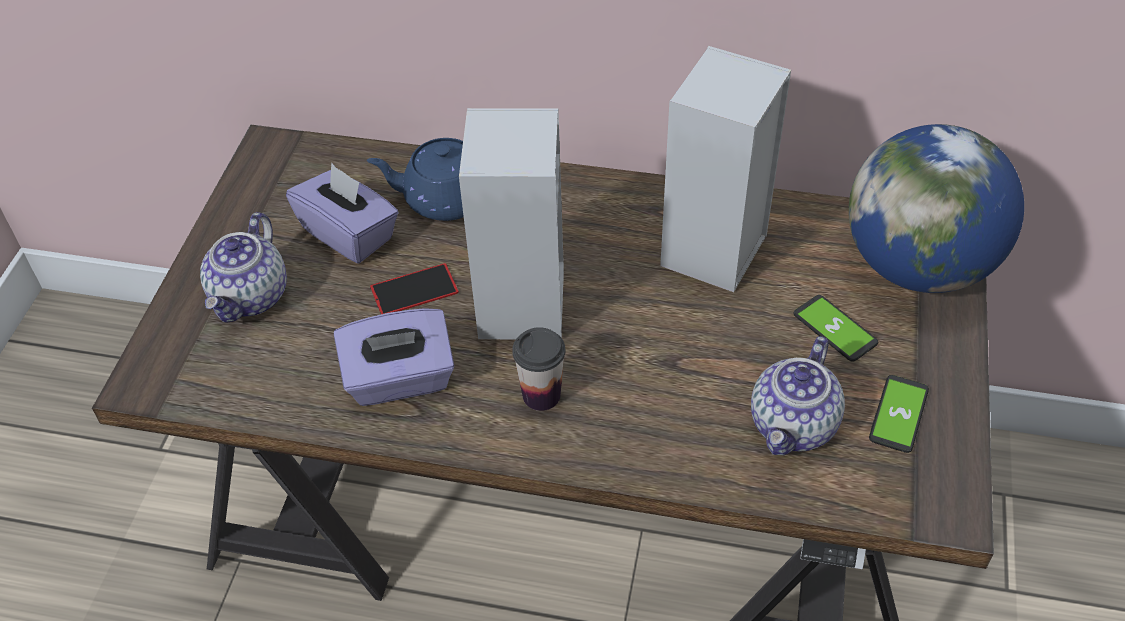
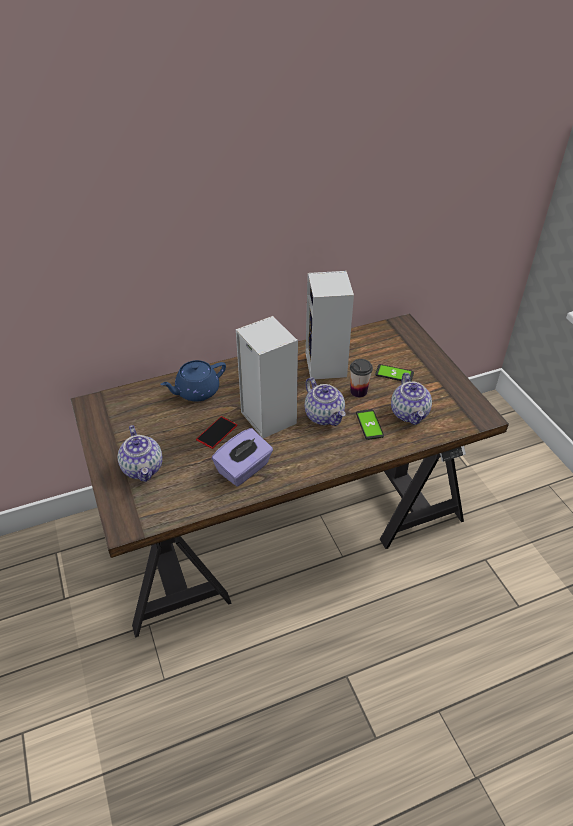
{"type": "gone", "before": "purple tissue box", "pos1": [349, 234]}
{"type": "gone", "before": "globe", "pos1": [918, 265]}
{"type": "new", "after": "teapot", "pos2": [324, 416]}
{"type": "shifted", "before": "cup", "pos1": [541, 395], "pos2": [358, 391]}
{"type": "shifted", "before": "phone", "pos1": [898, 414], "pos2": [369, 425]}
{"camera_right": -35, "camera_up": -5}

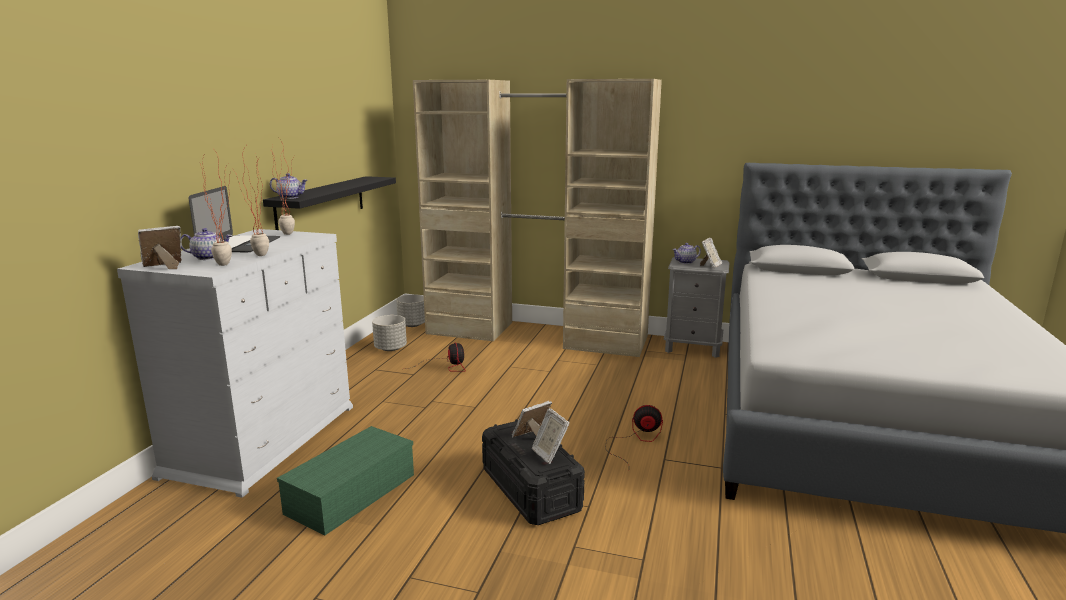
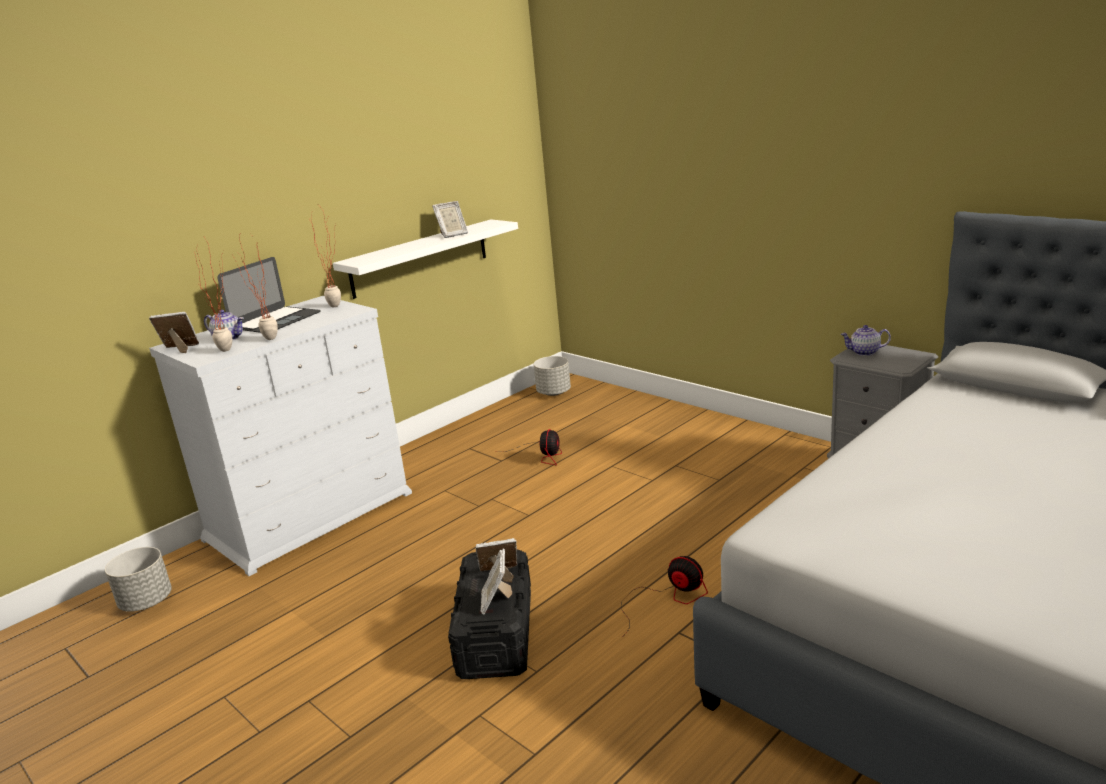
{"type": "gone", "before": "teapot", "pos1": [290, 197]}
{"type": "gone", "before": "green storage box", "pos1": [351, 492]}
{"type": "gone", "before": "beige wardrobe", "pos1": [537, 335]}
{"type": "shifted", "before": "grey planter", "pos1": [391, 348], "pos2": [147, 602]}
{"type": "shifted", "before": "picture frame", "pos1": [710, 266], "pos2": [452, 235]}
{"type": "repainted", "before": "black shelf", "after": "white shelf", "pos1": [321, 203], "pos2": [420, 258]}
{"camera_right": 30, "camera_up": 5}

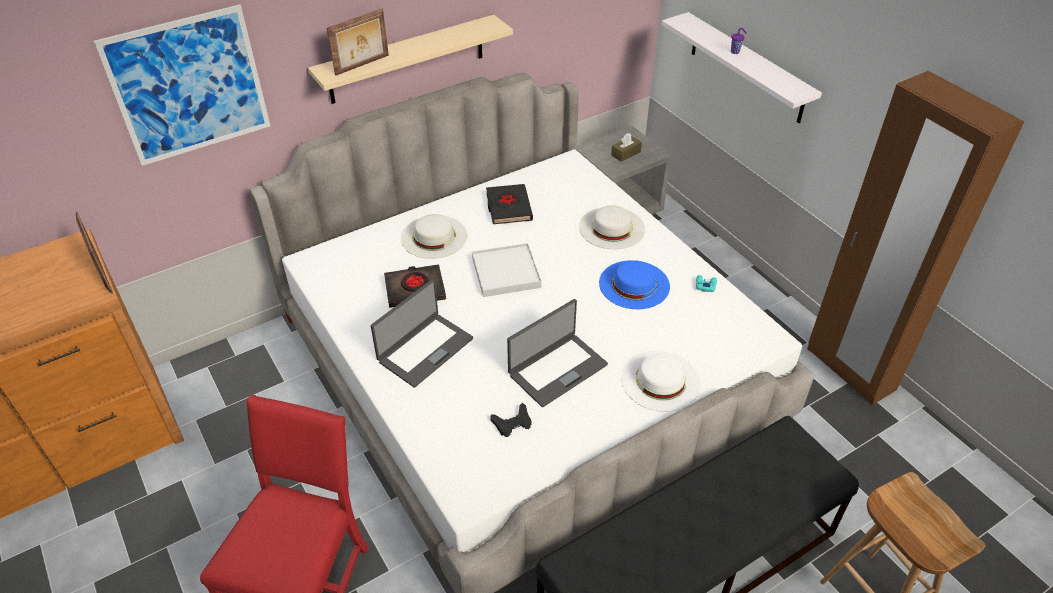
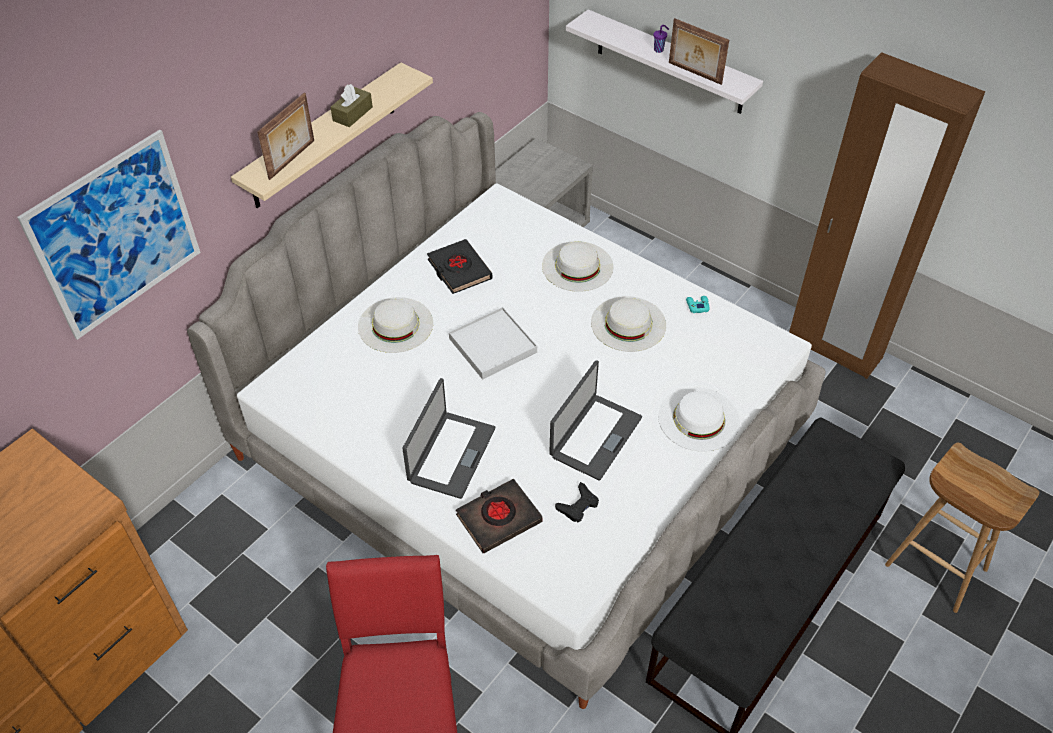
{"type": "shifted", "before": "picture frame", "pos1": [102, 273], "pos2": [694, 73]}
{"type": "shifted", "before": "black book", "pos1": [415, 289], "pos2": [498, 518]}
{"type": "shifted", "before": "brown tissue box", "pos1": [625, 153], "pos2": [352, 114]}
{"type": "repainted", "before": "blue hat", "after": "white hat", "pos1": [634, 284], "pos2": [628, 323]}
{"camera_right": -20, "camera_up": 5}

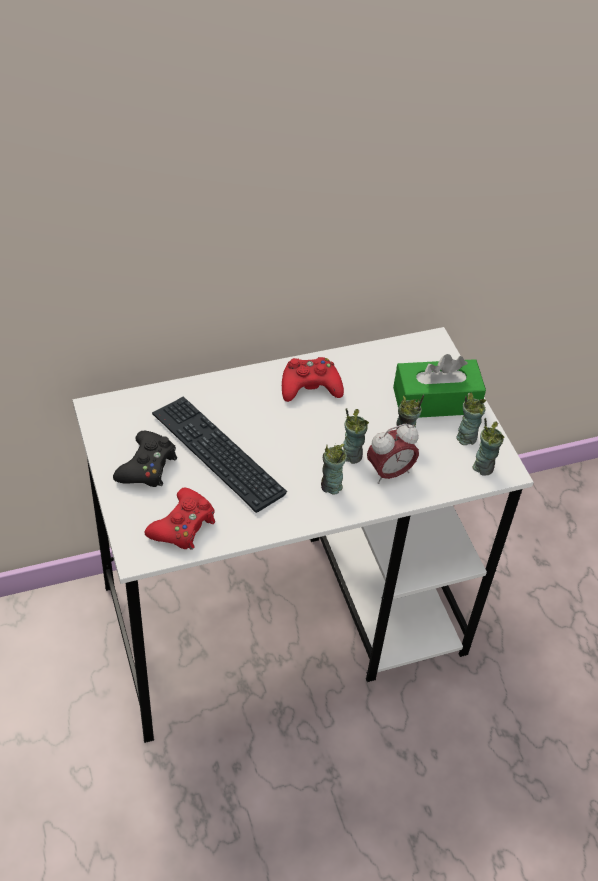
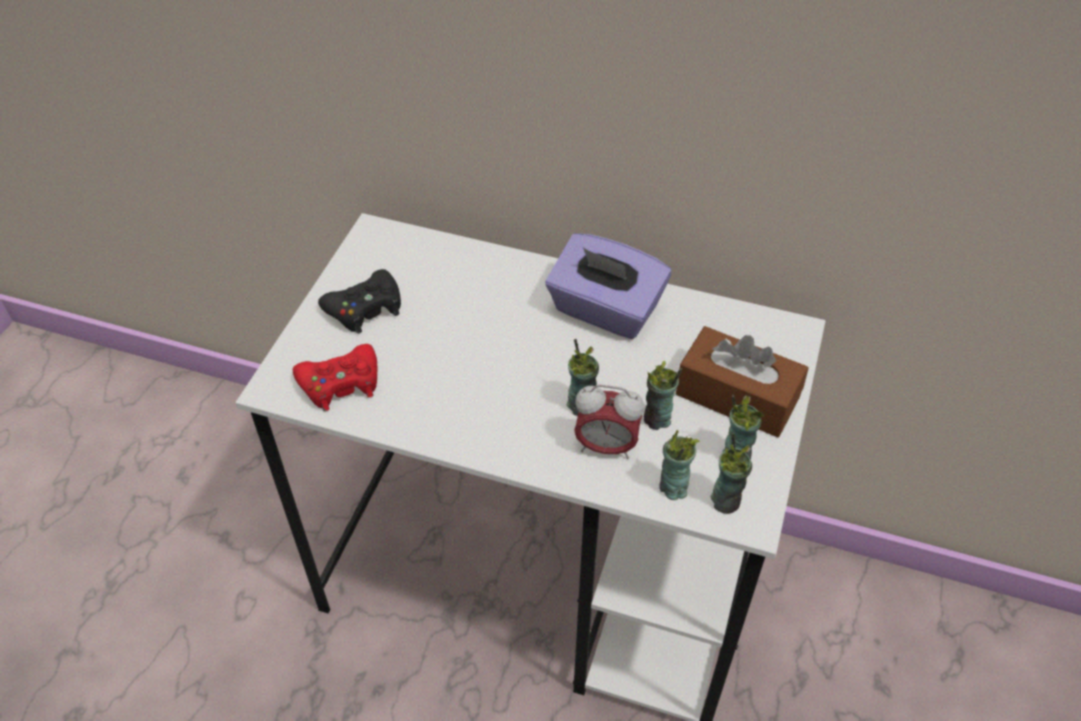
{"type": "gone", "before": "keyboard", "pos1": [217, 454]}
{"type": "shifted", "before": "cup", "pos1": [331, 486], "pos2": [673, 487]}
{"type": "swapped", "before": "red game controller", "after": "purple tissue box", "pos1": [310, 386], "pos2": [605, 311]}
{"type": "repainted", "before": "green tissue box", "after": "brown tissue box", "pos1": [436, 400], "pos2": [737, 396]}
{"camera_right": 40, "camera_up": 0}

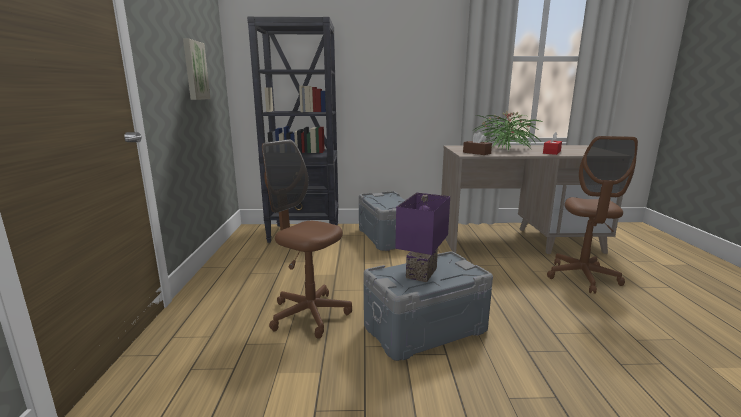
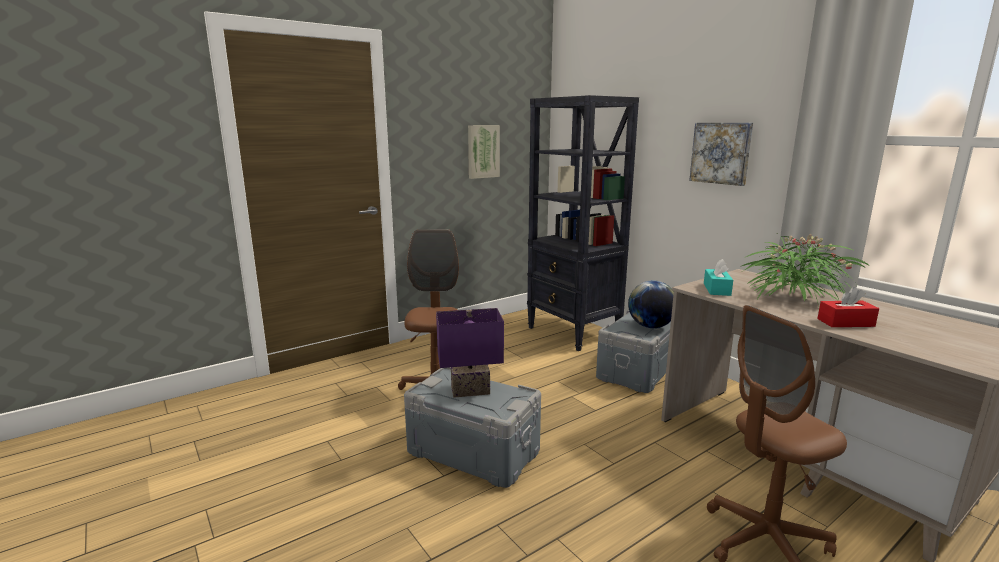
{"type": "new", "after": "globe", "pos2": [650, 326]}
{"type": "new", "after": "picture", "pos2": [721, 153]}
{"type": "repainted", "before": "brown tissue box", "after": "turquoise tissue box", "pos1": [476, 153], "pos2": [716, 289]}
{"camera_right": 55, "camera_up": 0}

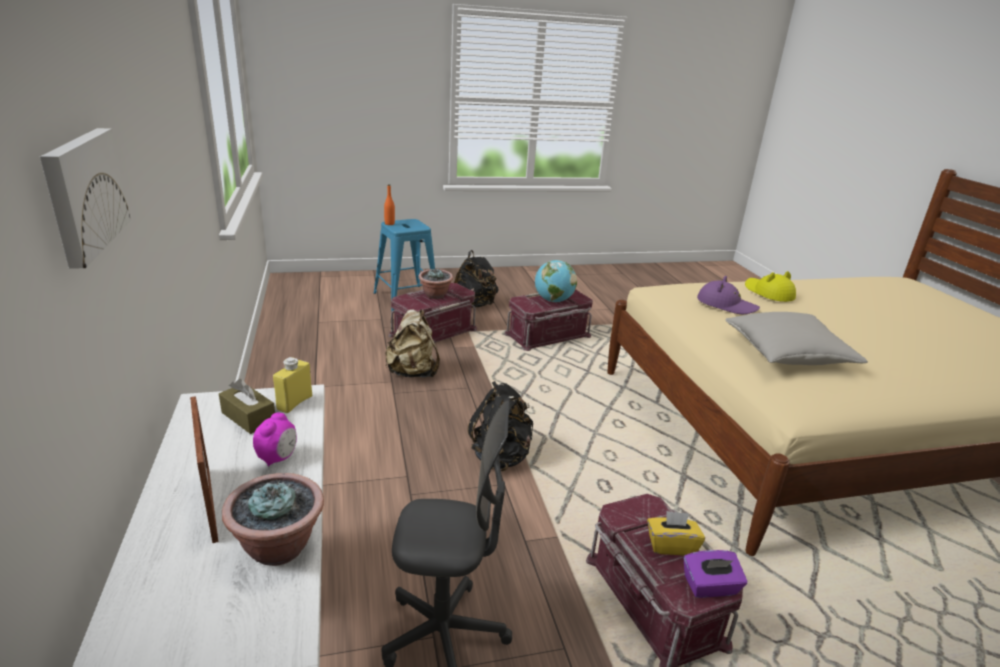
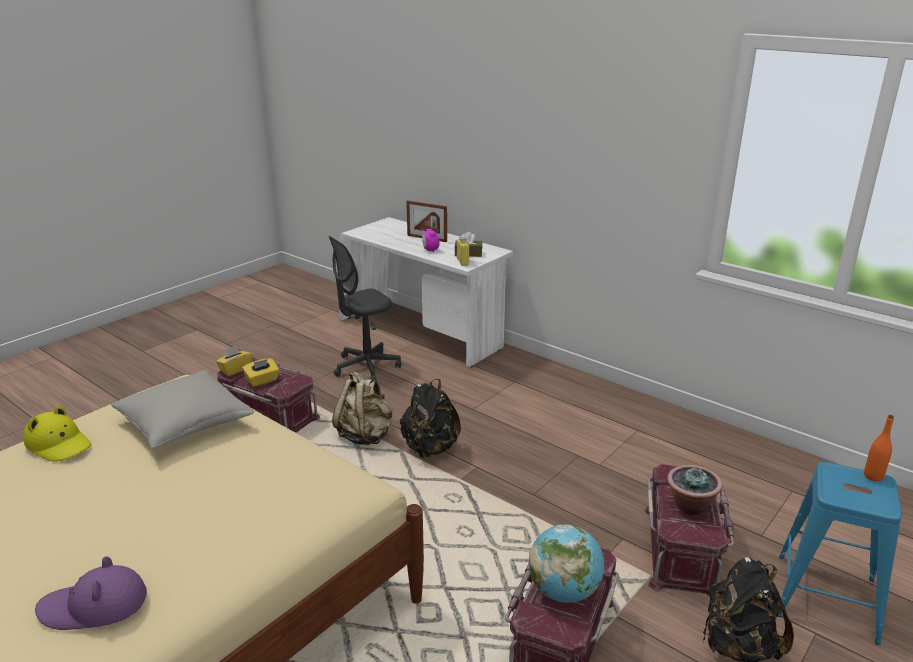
{"type": "gone", "before": "picture", "pos1": [83, 193]}
{"type": "gone", "before": "potted plant", "pos1": [279, 546]}
{"type": "shifted", "before": "beige backpack", "pos1": [413, 373], "pos2": [365, 435]}
{"type": "shifted", "before": "purple hat", "pos1": [726, 305], "pos2": [94, 606]}
{"type": "shifted", "before": "yellow hat", "pos1": [768, 293], "pos2": [59, 444]}
{"type": "repainted", "before": "purple tissue box", "after": "yellow tissue box", "pos1": [710, 587], "pos2": [235, 369]}
{"camera_right": 145, "camera_up": 0}

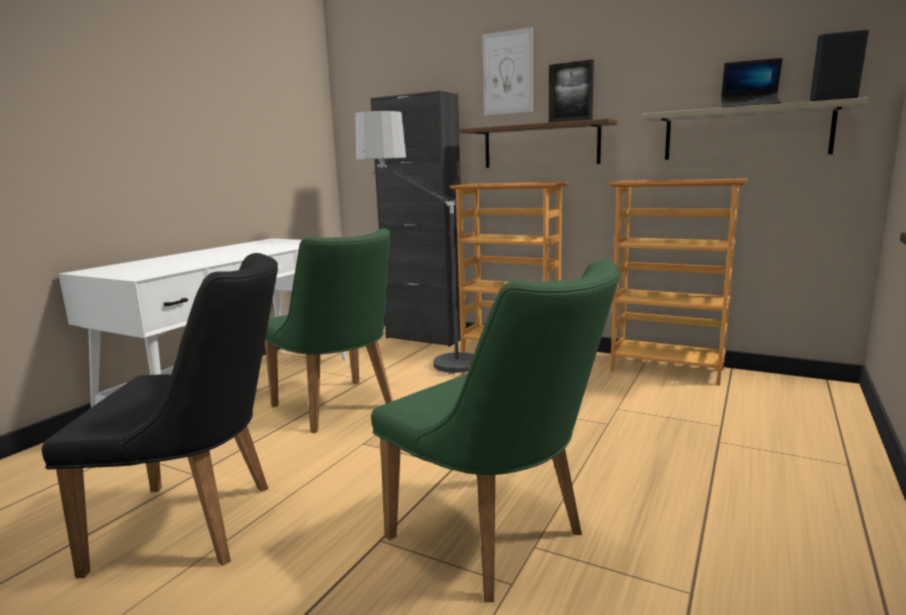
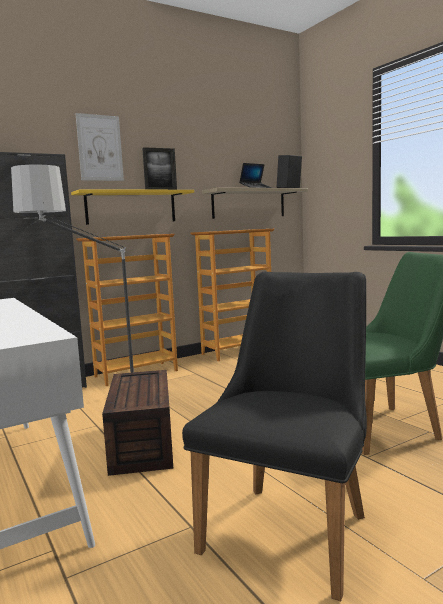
{"type": "swapped", "before": "green chair", "after": "brown storage box", "pos1": [339, 409], "pos2": [144, 444]}
{"type": "repainted", "before": "brown shelf", "after": "yellow shelf", "pos1": [540, 145], "pos2": [131, 207]}
{"camera_right": -60, "camera_up": -5}

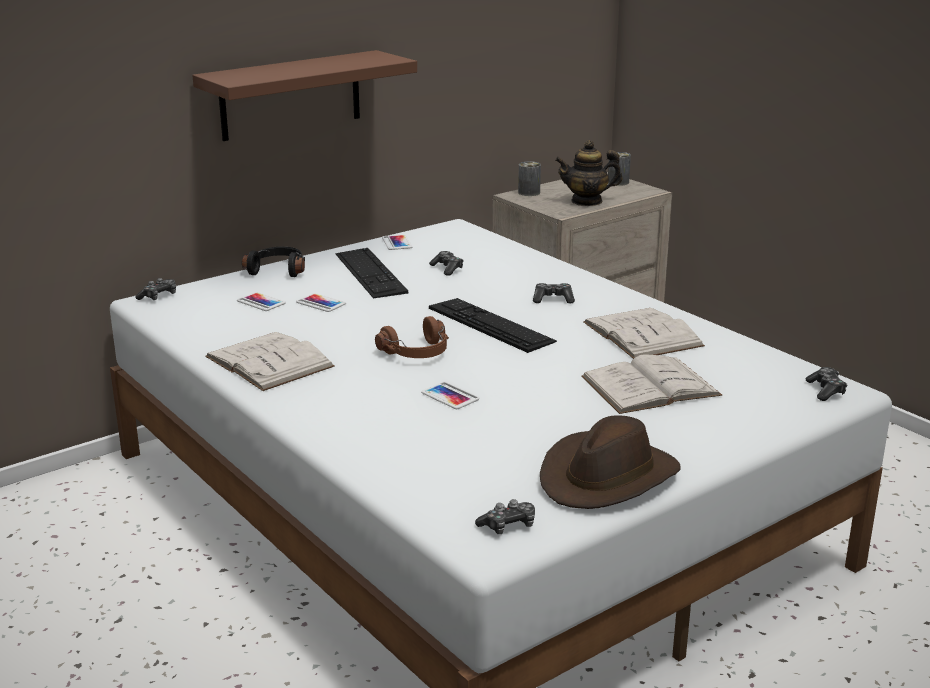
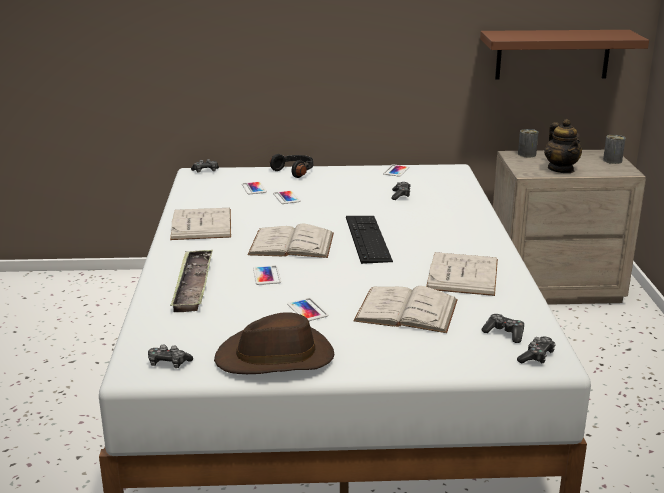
{"type": "gone", "before": "keyboard", "pos1": [370, 273]}
{"type": "new", "after": "tray", "pos2": [193, 285]}
{"type": "new", "after": "phone", "pos2": [307, 310]}
{"type": "shifted", "before": "brown shelf", "pos1": [291, 95], "pos2": [552, 54]}
{"type": "shifted", "before": "game controller", "pos1": [553, 299], "pos2": [504, 333]}
{"type": "swapped", "before": "brown headphones", "after": "white book", "pos1": [418, 353], "pos2": [291, 244]}
{"type": "rotated", "before": "teapot", "pos1": [587, 201], "pos2": [561, 169], "turn": -135}
{"camera_right": 35, "camera_up": 0}

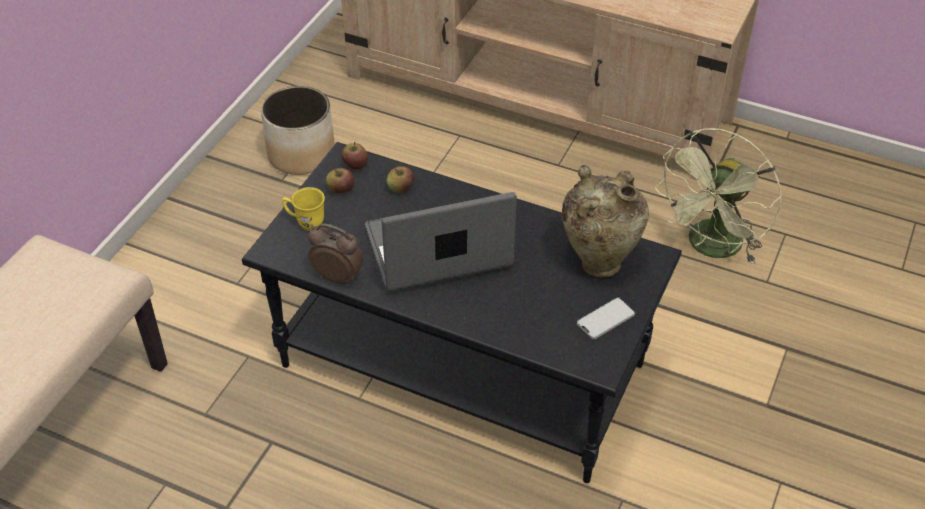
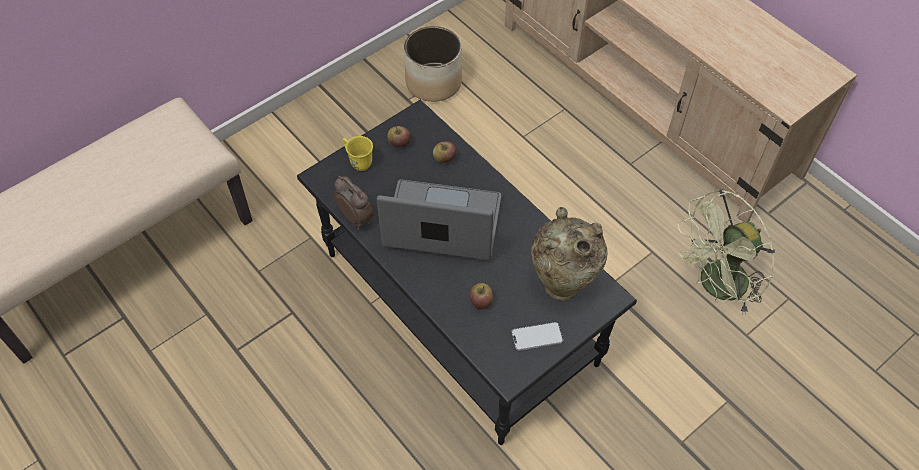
{"type": "shifted", "before": "apple", "pos1": [355, 164], "pos2": [481, 301]}
{"camera_right": 25, "camera_up": 10}

